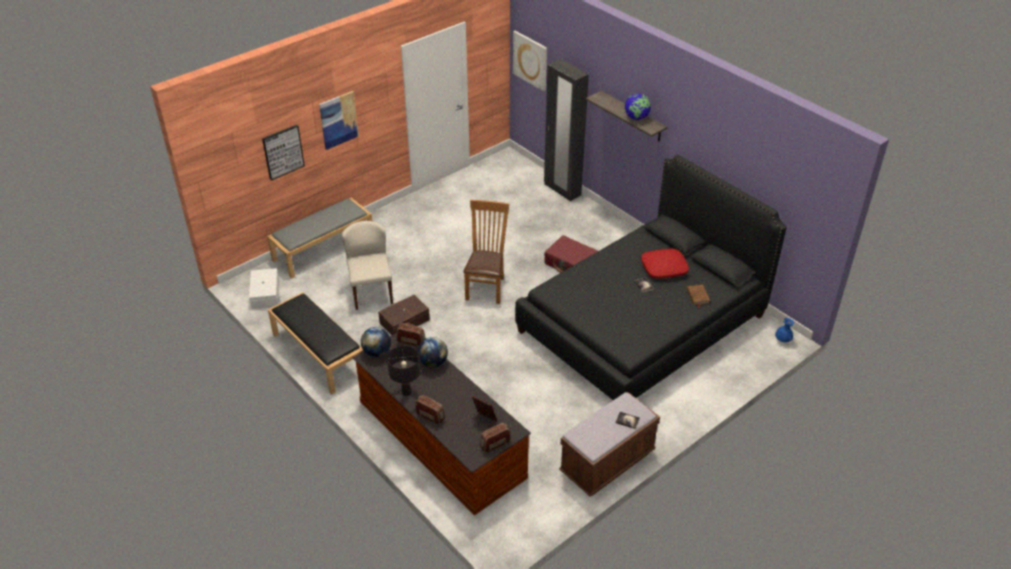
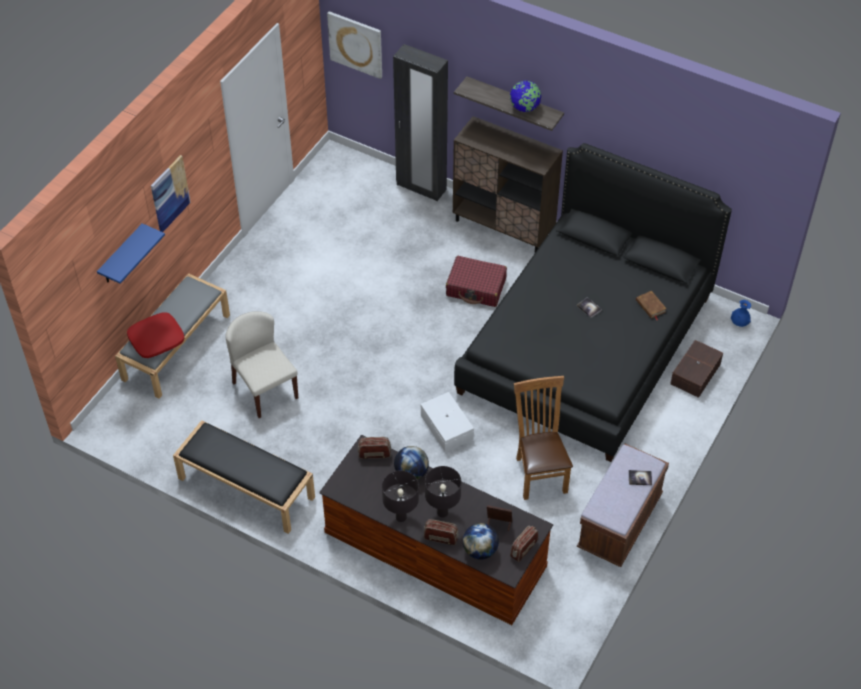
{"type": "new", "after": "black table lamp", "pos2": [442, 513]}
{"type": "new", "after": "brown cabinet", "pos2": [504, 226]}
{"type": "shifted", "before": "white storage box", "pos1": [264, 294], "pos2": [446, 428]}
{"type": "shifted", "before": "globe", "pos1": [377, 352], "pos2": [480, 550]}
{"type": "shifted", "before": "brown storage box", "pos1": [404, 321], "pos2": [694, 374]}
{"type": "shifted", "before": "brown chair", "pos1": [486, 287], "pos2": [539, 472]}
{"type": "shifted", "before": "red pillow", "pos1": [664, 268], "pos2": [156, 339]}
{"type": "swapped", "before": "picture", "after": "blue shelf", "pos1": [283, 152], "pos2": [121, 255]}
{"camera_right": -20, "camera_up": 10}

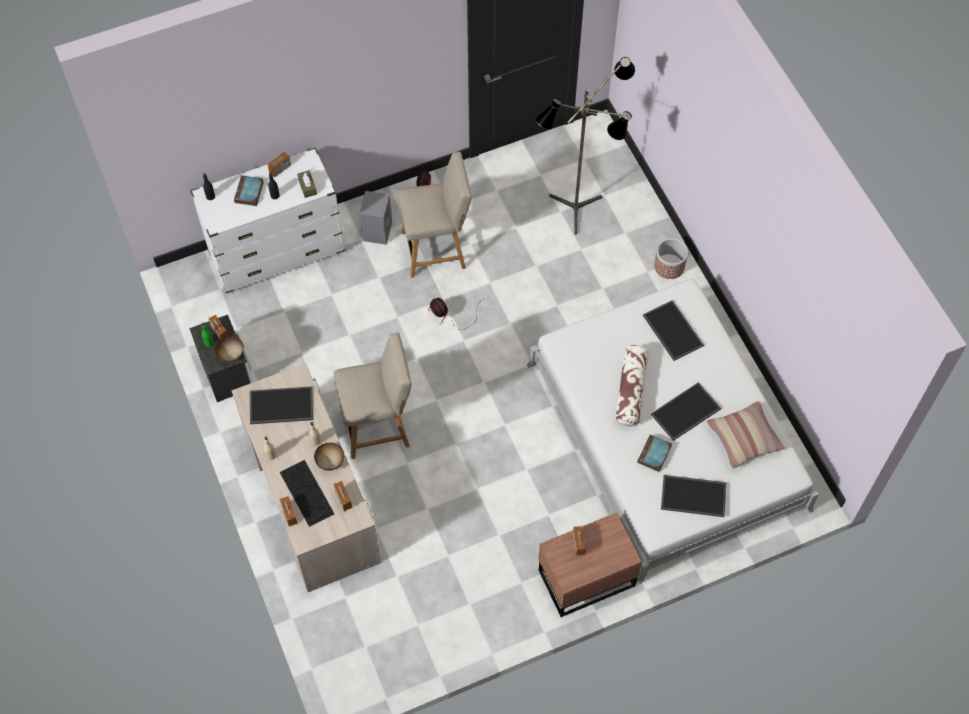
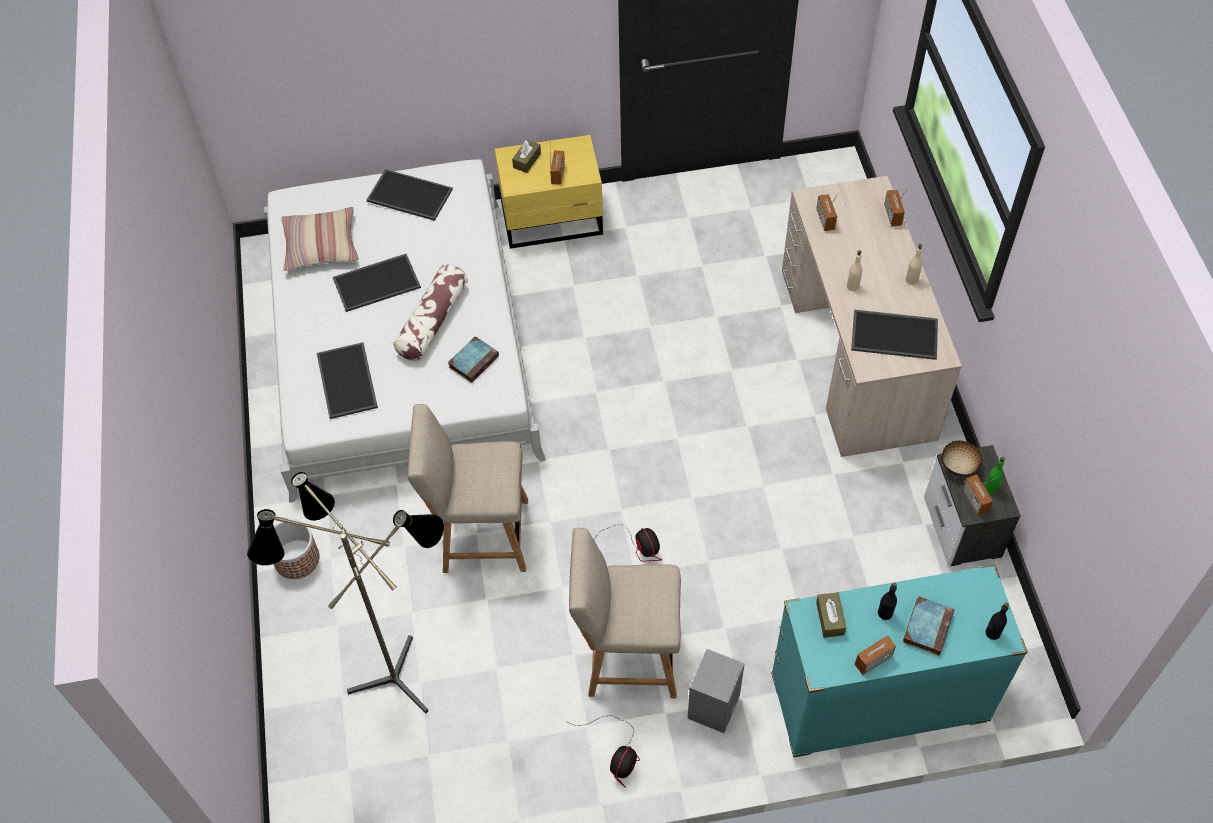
{"type": "gone", "before": "keyboard", "pos1": [306, 492]}
{"type": "gone", "before": "bowl", "pos1": [330, 461]}
{"type": "new", "after": "brown tissue box", "pos2": [527, 160]}
{"type": "shifted", "before": "beige chair", "pos1": [379, 426], "pos2": [480, 535]}
{"type": "shifted", "before": "book", "pos1": [654, 455], "pos2": [474, 361]}
{"type": "repainted", "before": "white dresser", "after": "turquoise dresser", "pos1": [277, 253], "pos2": [877, 700]}
{"type": "repainted", "before": "brown nightstand", "after": "yellow nightstand", "pos1": [584, 577], "pos2": [553, 220]}
{"camera_right": -165, "camera_up": -5}

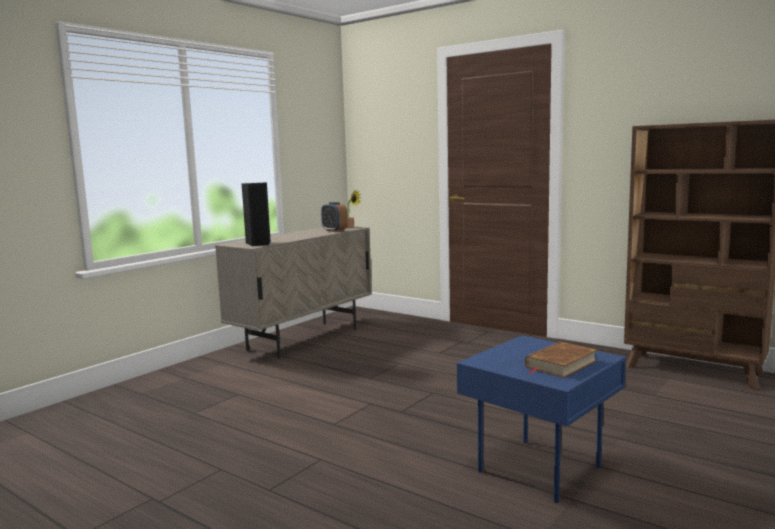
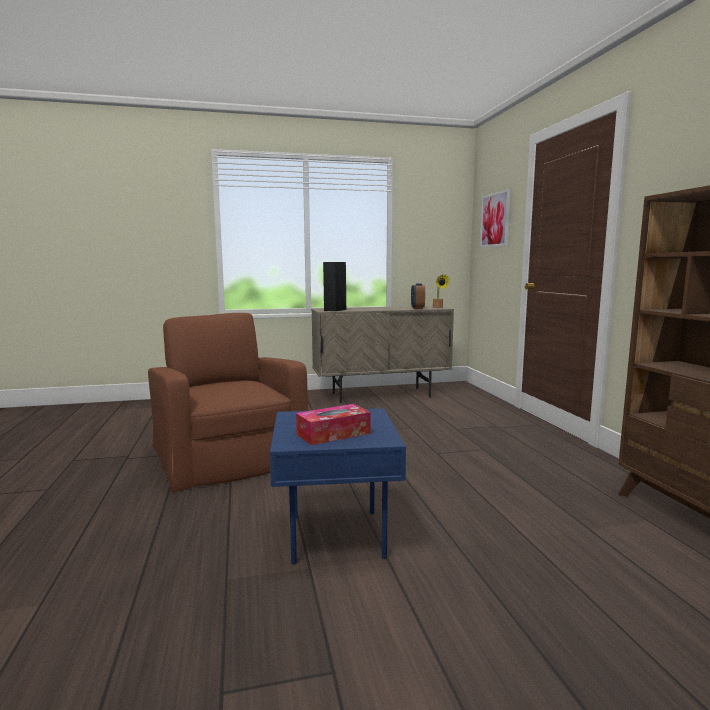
{"type": "new", "after": "brown armchair", "pos2": [228, 454]}
{"type": "new", "after": "picture", "pos2": [495, 220]}
{"type": "swapped", "before": "brown book", "after": "tissue box", "pos1": [560, 364], "pos2": [333, 434]}
{"camera_right": 40, "camera_up": 0}

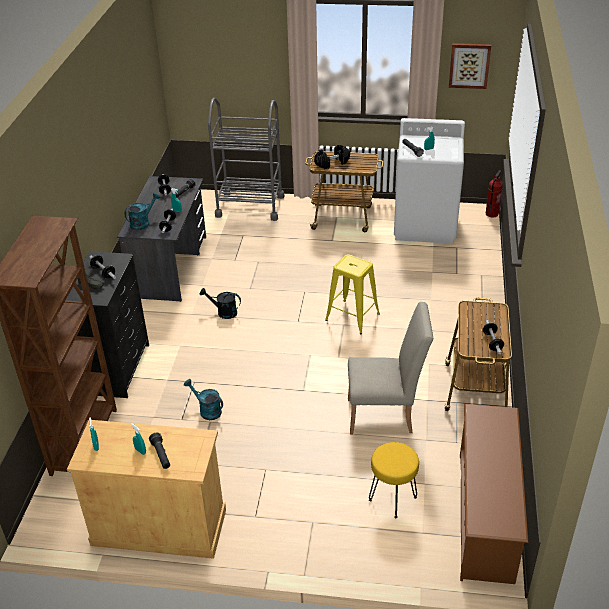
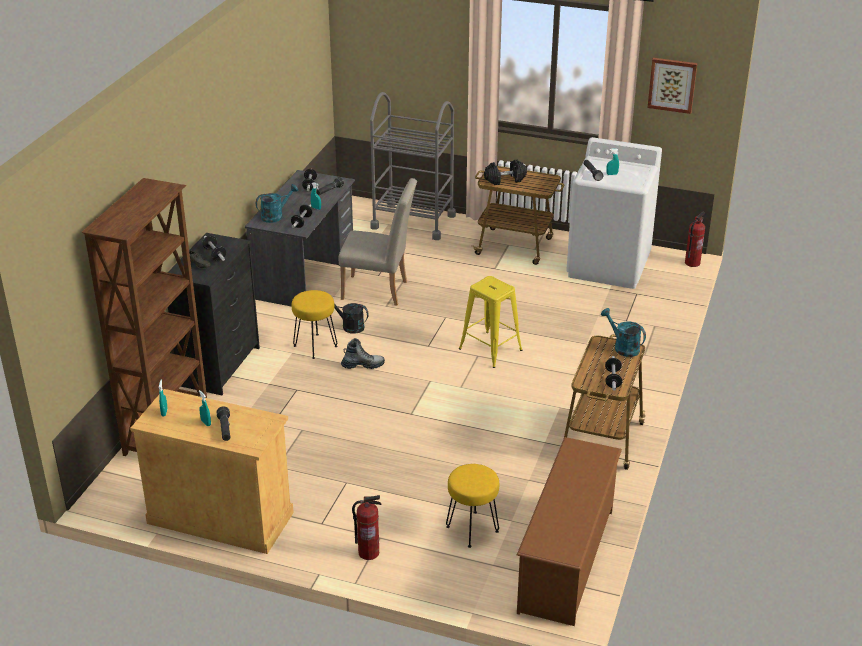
{"type": "new", "after": "yellow stool", "pos2": [314, 346]}
{"type": "new", "after": "boot", "pos2": [363, 365]}
{"type": "new", "after": "fire extinguisher", "pos2": [369, 552]}
{"type": "shifted", "before": "turquoise watering can", "pos1": [207, 410], "pos2": [623, 347]}
{"type": "shifted", "before": "beige chair", "pos1": [386, 415], "pos2": [380, 291]}
{"camera_right": 10, "camera_up": -5}

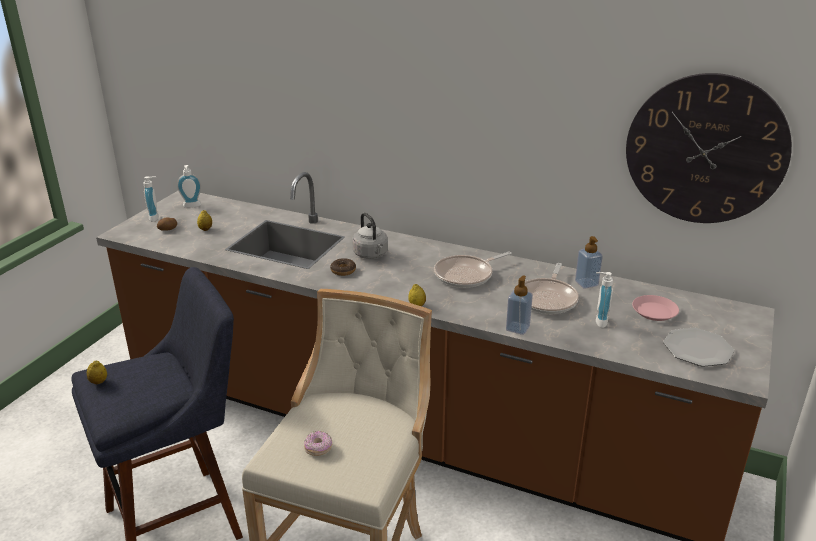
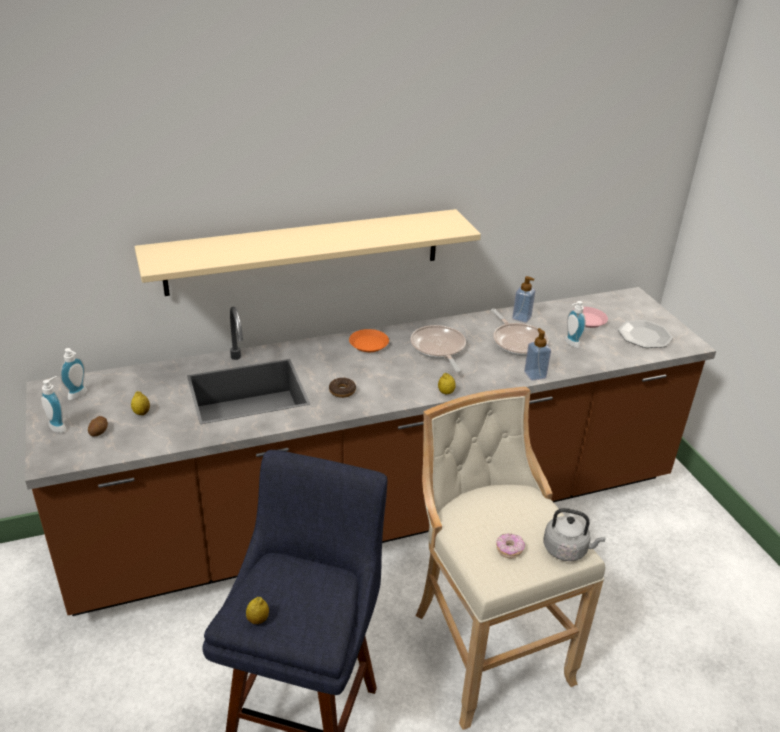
{"type": "gone", "before": "wall clock", "pos1": [705, 150]}
{"type": "new", "after": "beige shelf", "pos2": [305, 251]}
{"type": "new", "after": "orange plate", "pos2": [369, 344]}
{"type": "shifted", "before": "grey kettle", "pos1": [371, 255], "pos2": [567, 550]}
{"type": "rotated", "before": "frying pan", "pos1": [466, 275], "pos2": [438, 349], "turn": 150}
{"camera_right": -45, "camera_up": 5}

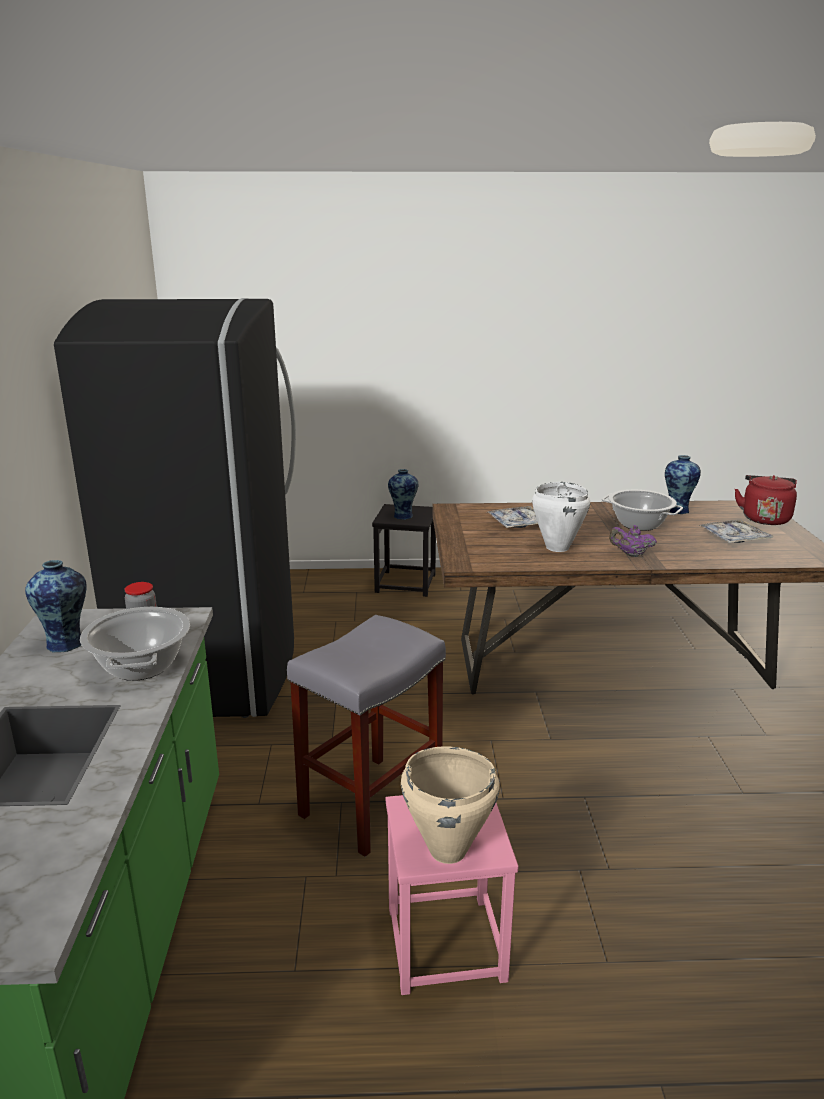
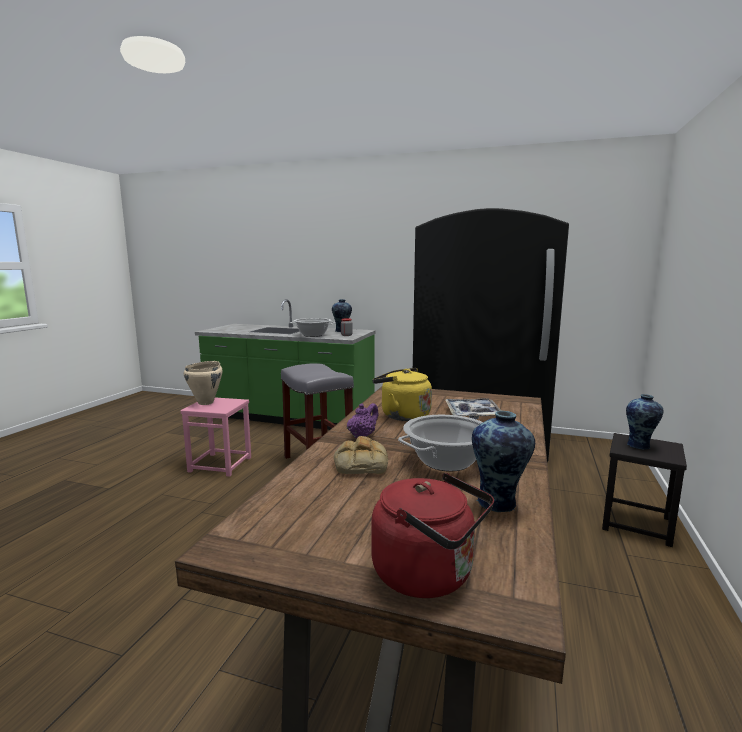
{"type": "gone", "before": "tray", "pos1": [734, 538]}
{"type": "new", "after": "bread", "pos2": [360, 463]}
{"type": "swapped", "before": "white cooking pot", "after": "yellow kettle", "pos1": [557, 547], "pos2": [402, 415]}
{"camera_right": 110, "camera_up": -10}

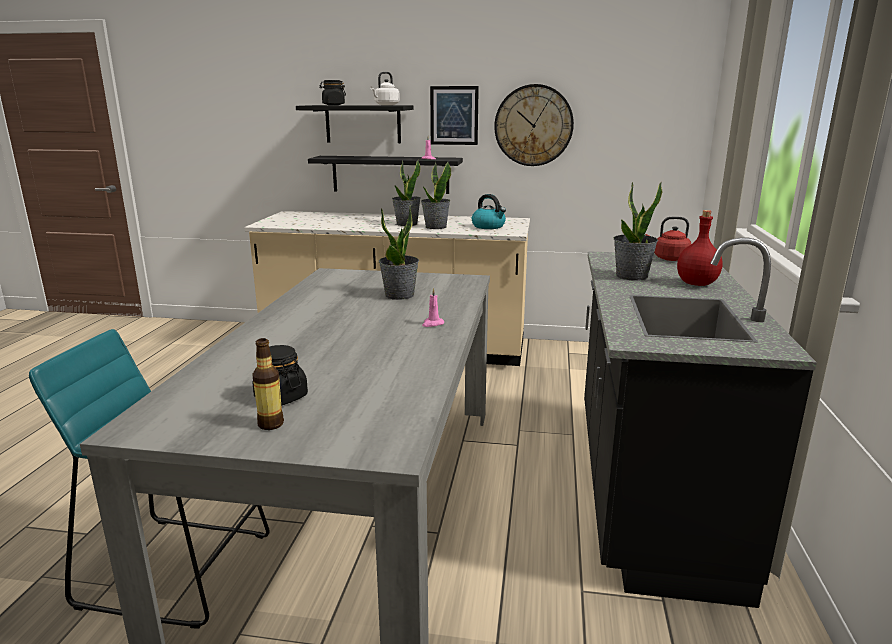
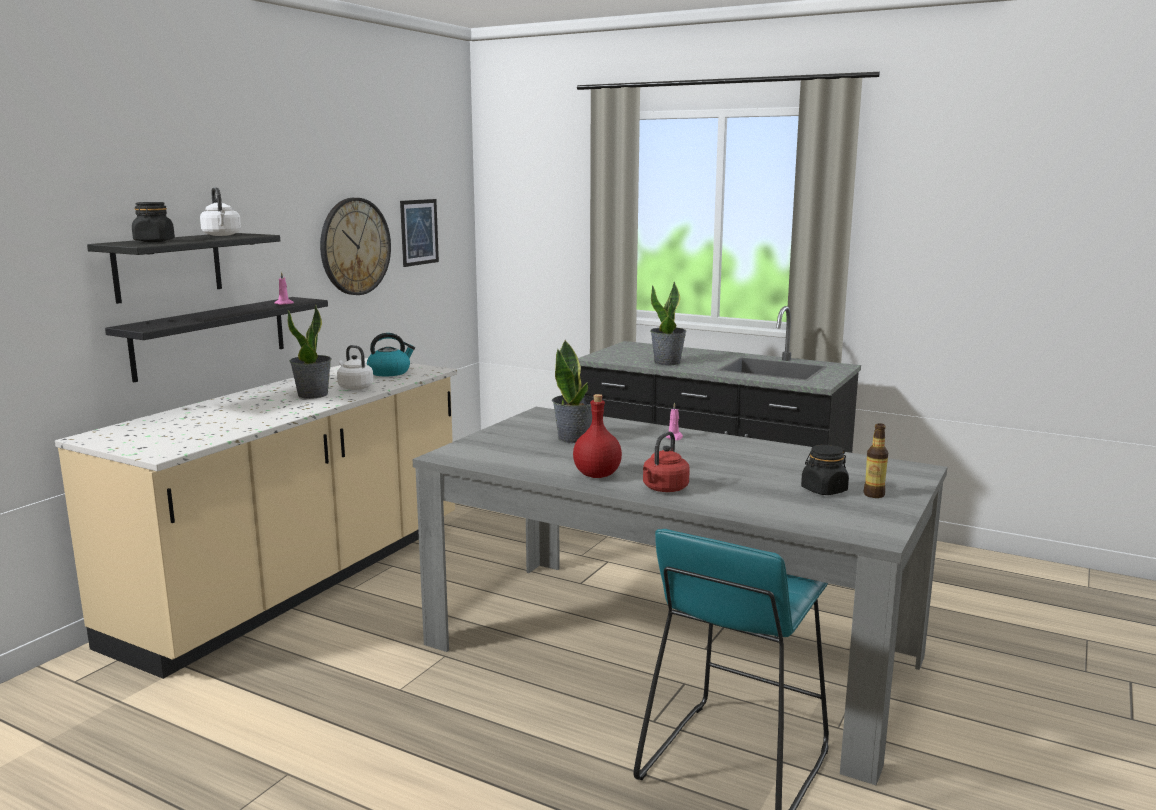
{"type": "shifted", "before": "picture", "pos1": [454, 115], "pos2": [419, 232]}
{"type": "shifted", "before": "red kettle", "pos1": [668, 258], "pos2": [664, 489]}
{"type": "shifted", "before": "red bottle", "pos1": [696, 284], "pos2": [597, 475]}
{"type": "swapped", "before": "potted plant", "after": "white kettle", "pos1": [435, 227], "pos2": [354, 387]}
{"camera_right": -70, "camera_up": -5}

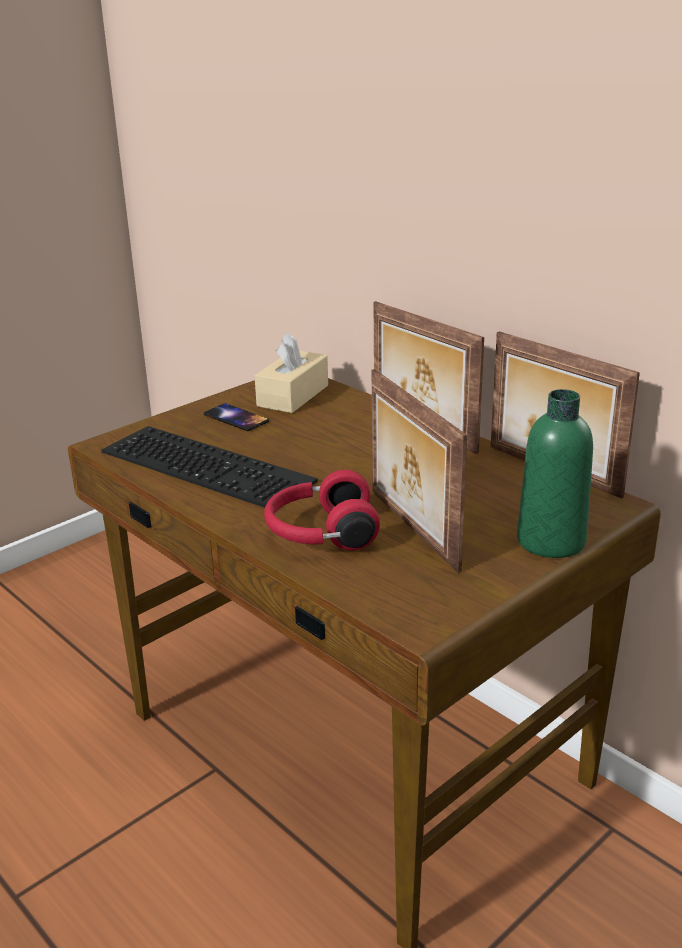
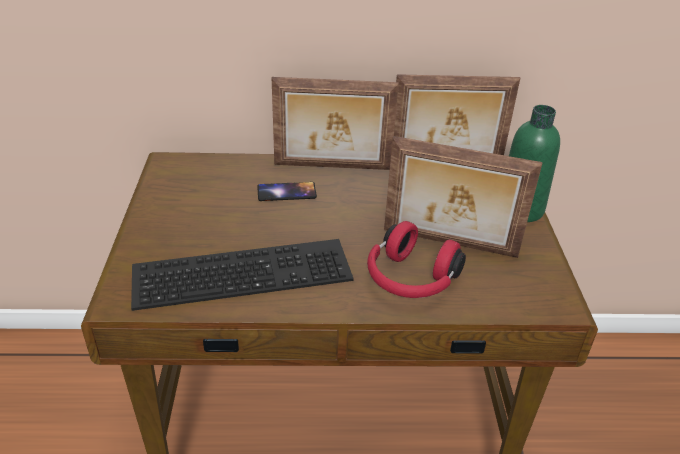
{"type": "gone", "before": "beige tissue box", "pos1": [293, 396]}
{"type": "shifted", "before": "phone", "pos1": [236, 418], "pos2": [286, 192]}
{"camera_right": -50, "camera_up": 10}

